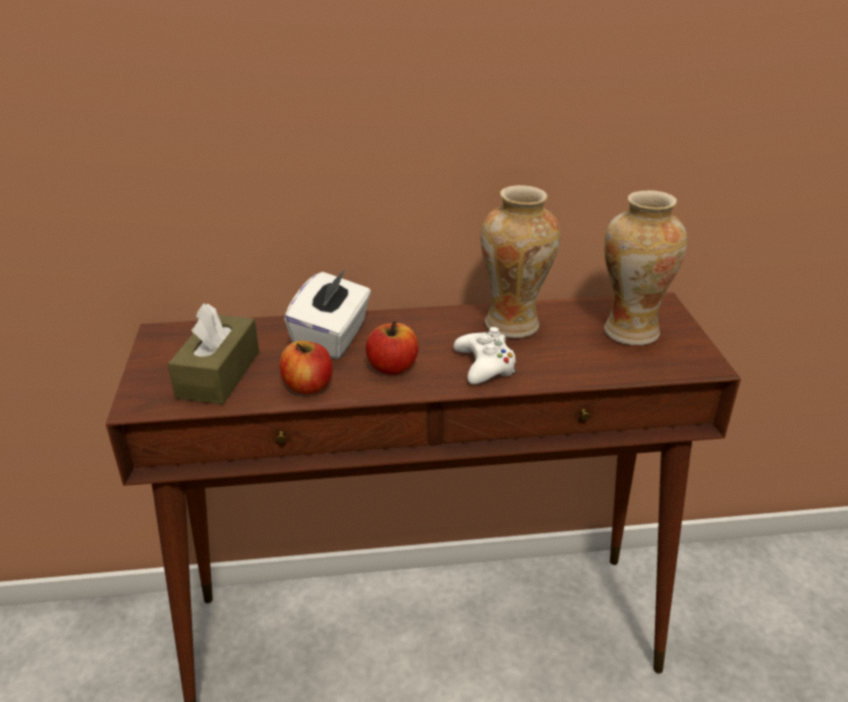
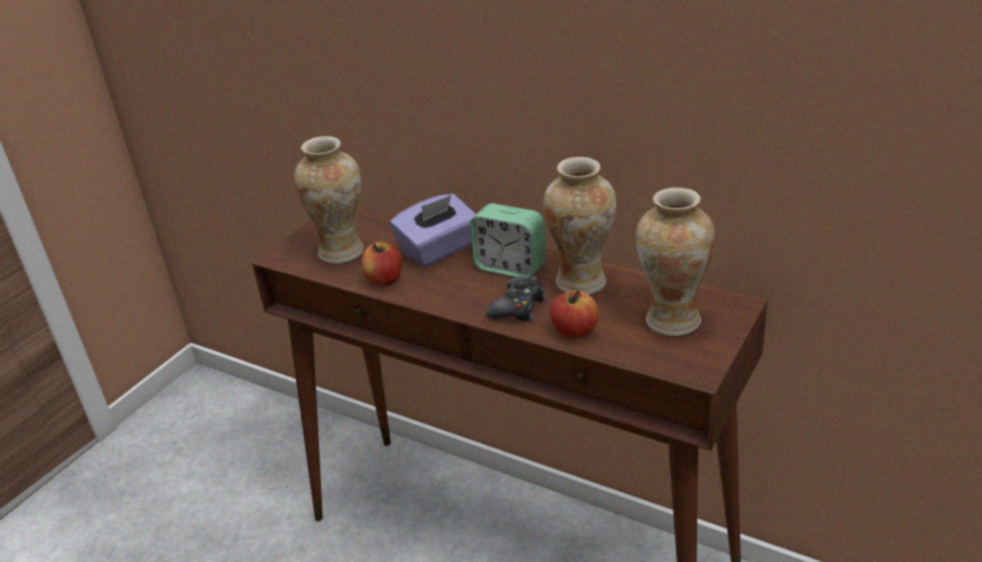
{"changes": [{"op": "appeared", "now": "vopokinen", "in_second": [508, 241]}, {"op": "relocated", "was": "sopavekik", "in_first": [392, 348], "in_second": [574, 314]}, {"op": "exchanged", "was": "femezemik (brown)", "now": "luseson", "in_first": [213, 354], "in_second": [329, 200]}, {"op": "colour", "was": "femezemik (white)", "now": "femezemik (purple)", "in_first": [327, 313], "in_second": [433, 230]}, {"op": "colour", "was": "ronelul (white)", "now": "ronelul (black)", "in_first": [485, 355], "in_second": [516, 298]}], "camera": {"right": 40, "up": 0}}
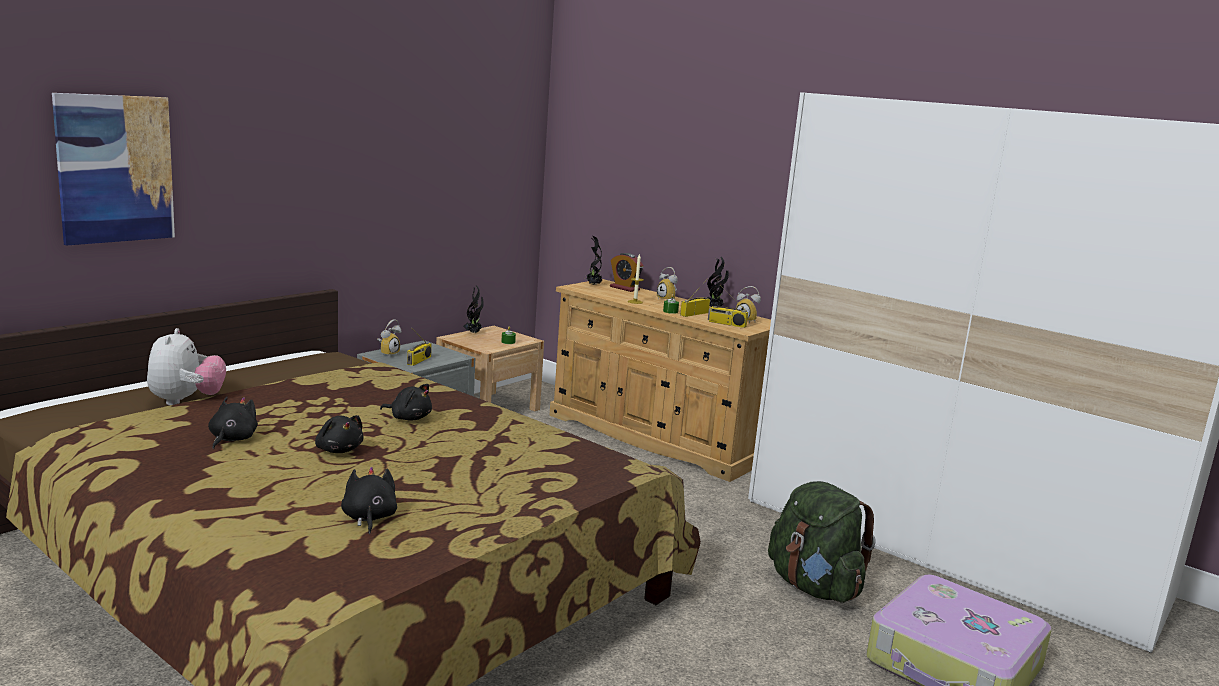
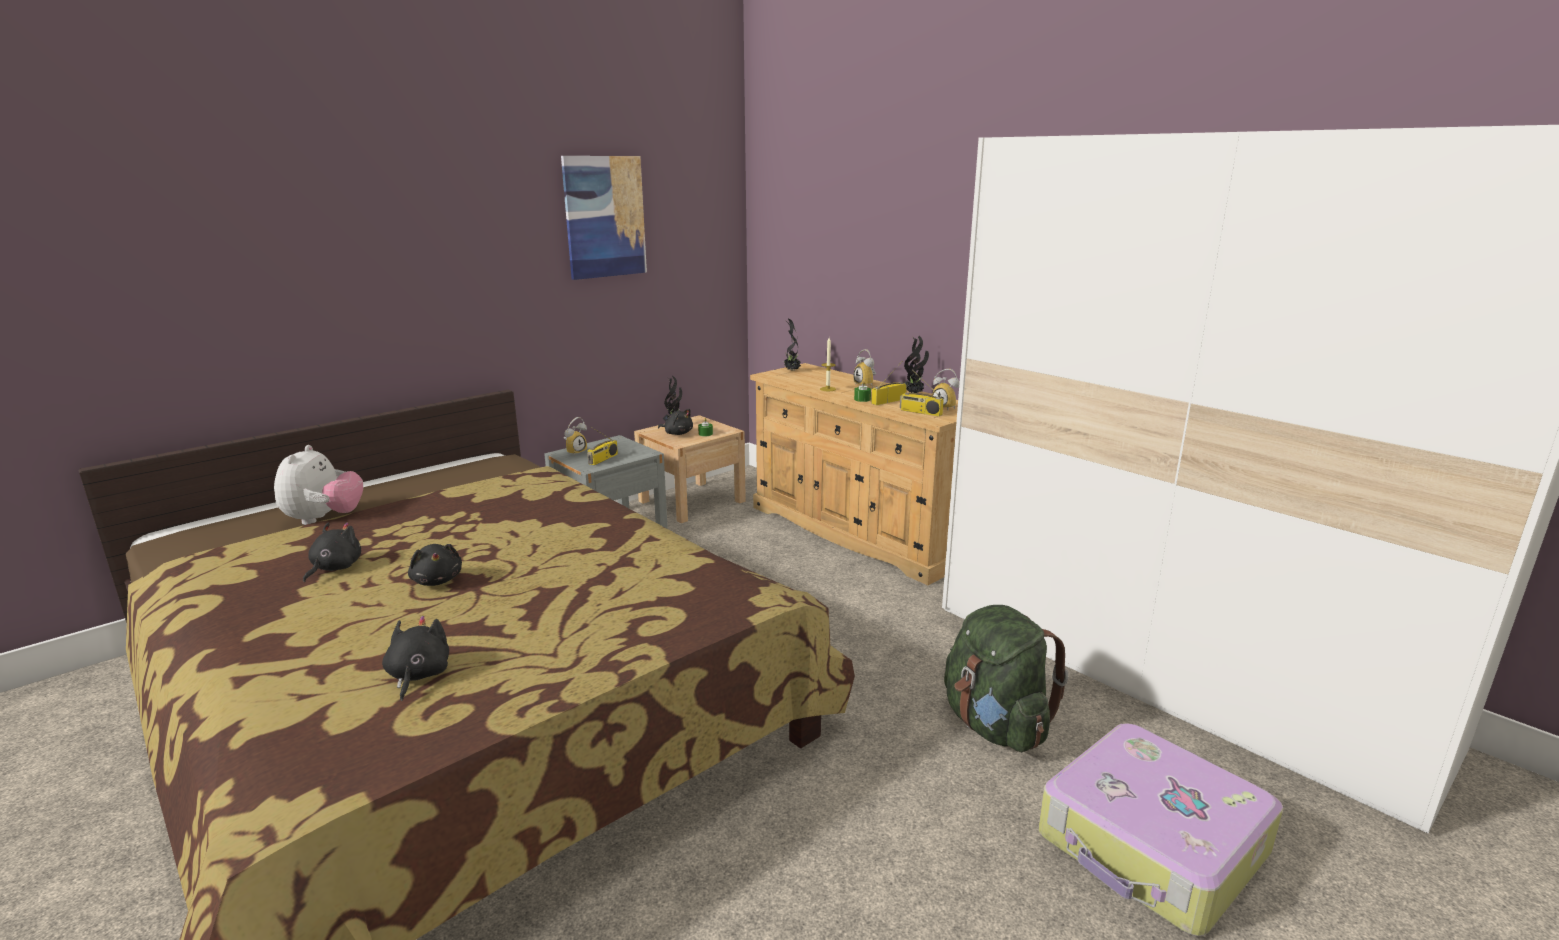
{"changes": [{"op": "missing", "was": "vopokinen", "in_first": [627, 272]}, {"op": "relocated", "was": "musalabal", "in_first": [113, 169], "in_second": [604, 218]}, {"op": "relocated", "was": "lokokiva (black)", "in_first": [406, 402], "in_second": [675, 422]}], "camera": {"right": 10, "up": 5}}
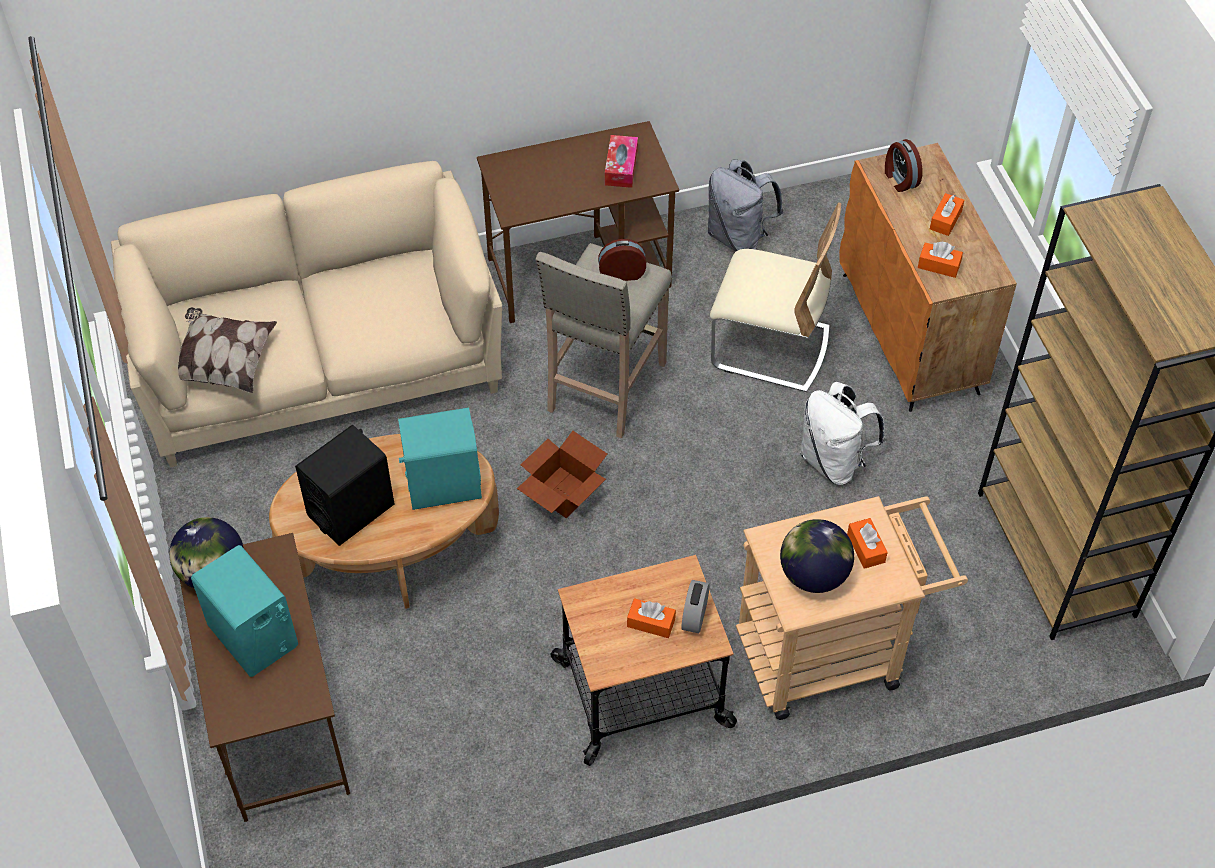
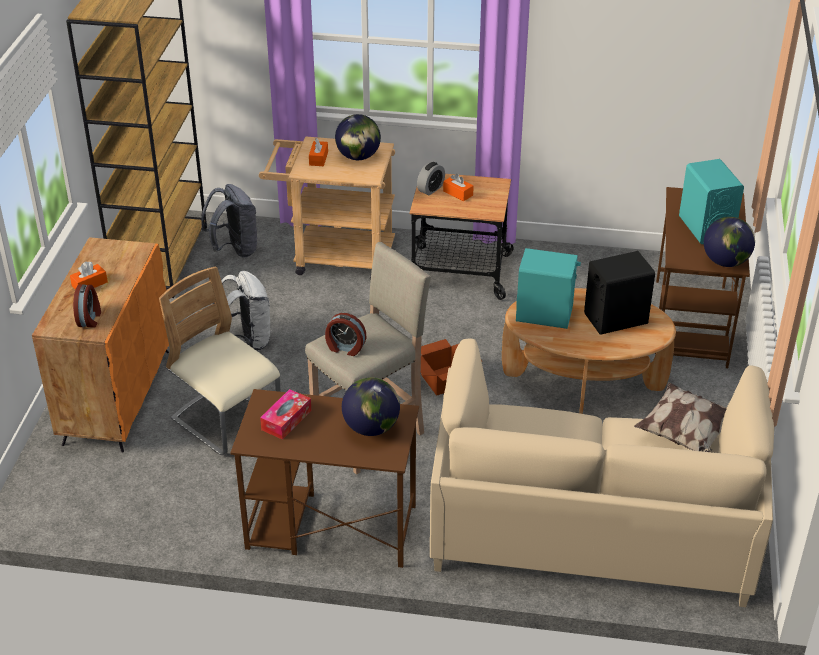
{"changes": [{"op": "missing", "was": "femezemik (orange)", "in_first": [940, 260]}, {"op": "appeared", "now": "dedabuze", "in_second": [371, 406]}, {"op": "relocated", "was": "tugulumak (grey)", "in_first": [745, 205], "in_second": [229, 221]}], "camera": {"right": -155, "up": -15}}
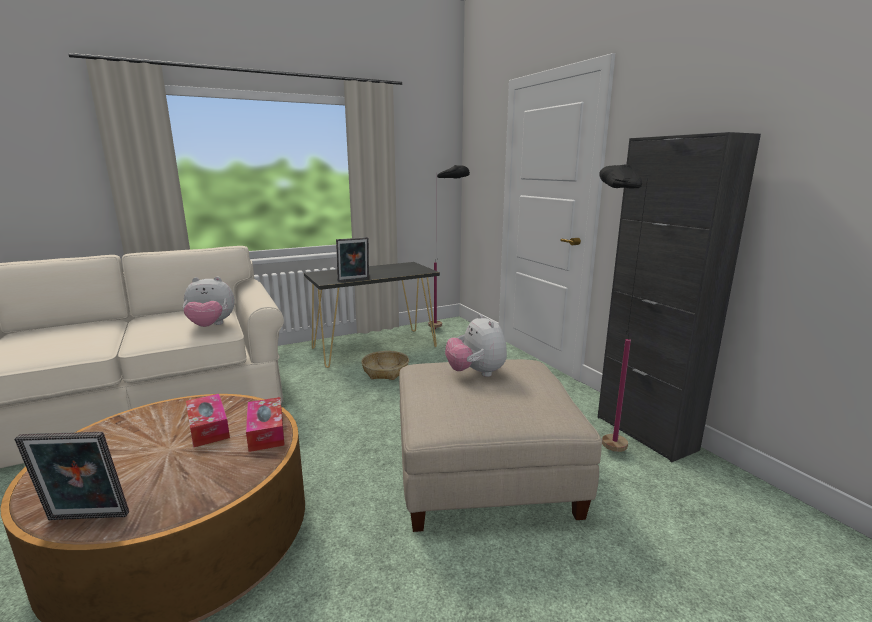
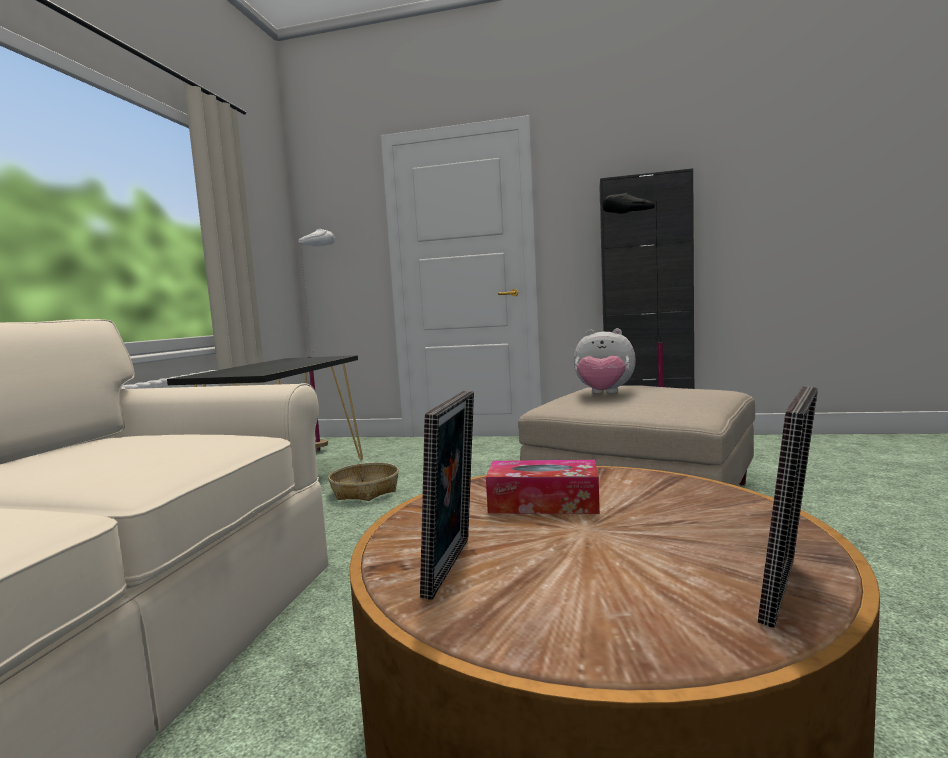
{"changes": [{"op": "missing", "was": "lokokiva", "in_first": [209, 301]}, {"op": "missing", "was": "femezemik", "in_first": [265, 424]}, {"op": "relocated", "was": "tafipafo", "in_first": [352, 259], "in_second": [447, 495]}, {"op": "colour", "was": "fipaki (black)", "now": "fipaki (white)", "in_first": [449, 247], "in_second": [316, 339]}], "camera": {"right": -50, "up": -10}}
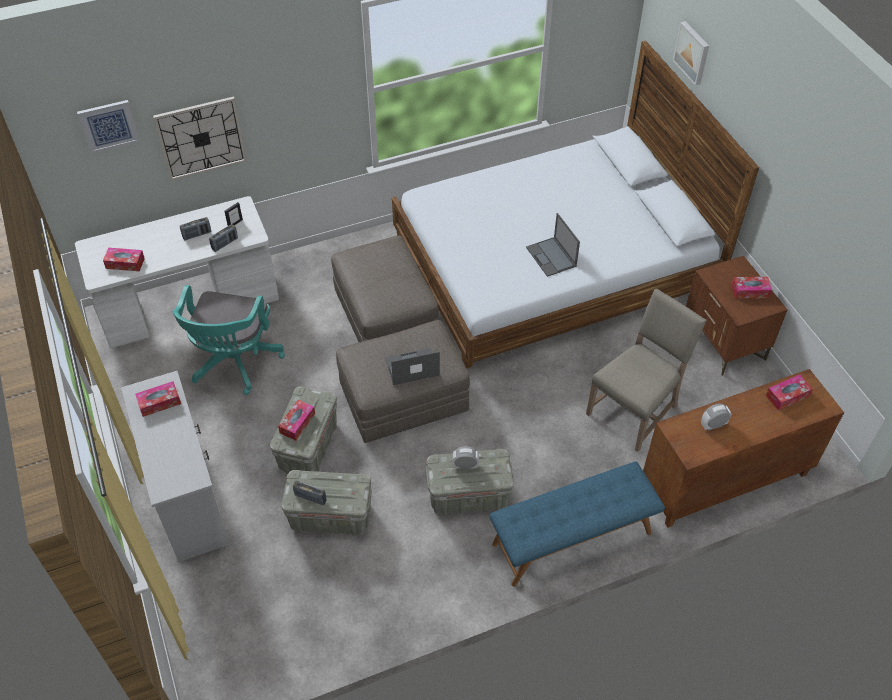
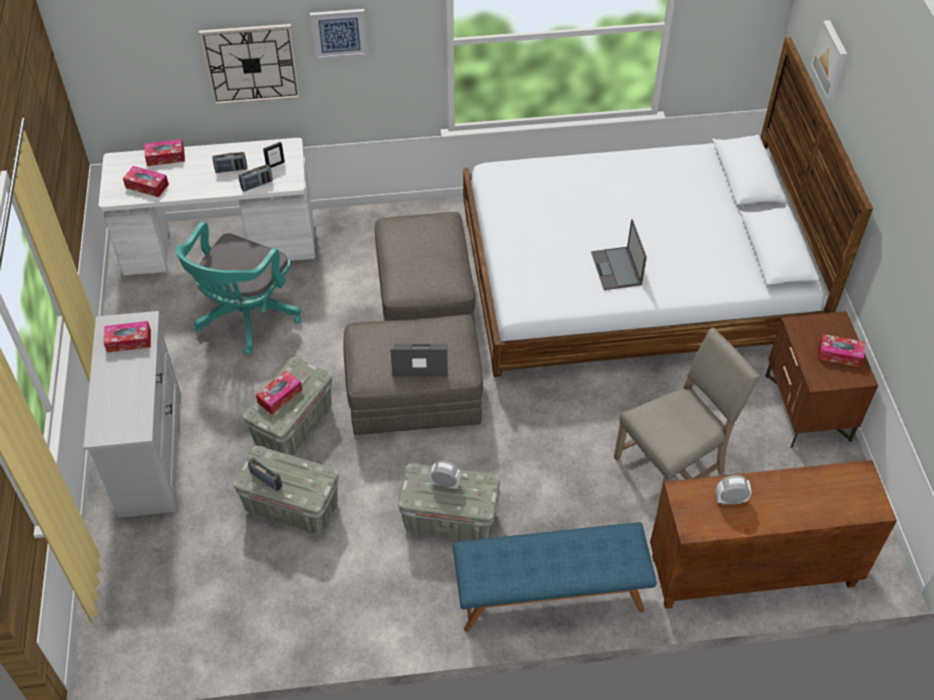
{"changes": [{"op": "relocated", "was": "musalabal", "in_first": [108, 127], "in_second": [339, 34]}, {"op": "relocated", "was": "femezemik", "in_first": [789, 392], "in_second": [164, 152]}], "camera": {"right": 15, "up": 0}}
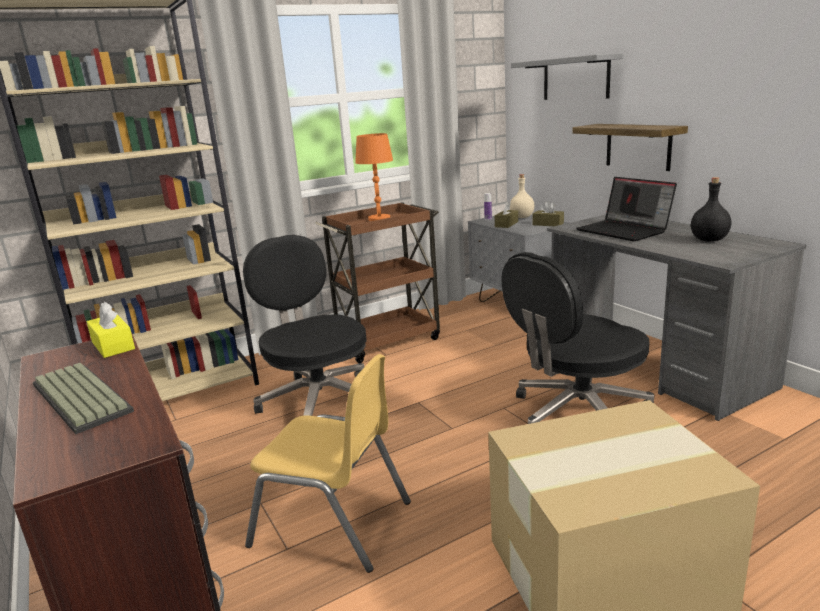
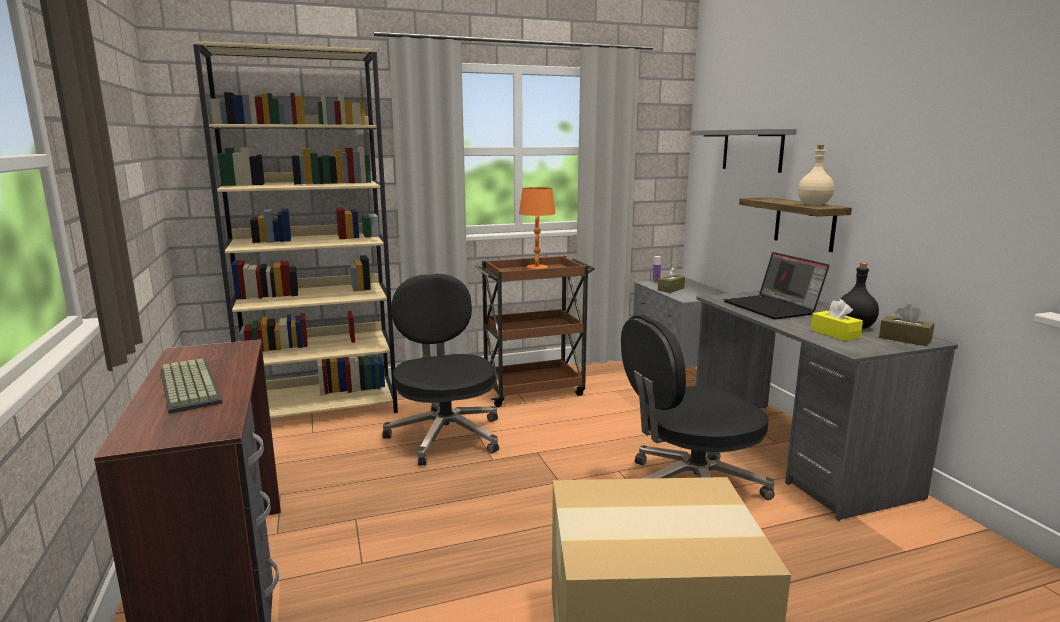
{"changes": [{"op": "missing", "was": "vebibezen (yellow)", "in_first": [328, 463]}, {"op": "relocated", "was": "femezemik (yellow)", "in_first": [111, 330], "in_second": [837, 320]}, {"op": "relocated", "was": "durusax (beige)", "in_first": [522, 196], "in_second": [816, 175]}, {"op": "relocated", "was": "femezemik (brown)", "in_first": [548, 213], "in_second": [906, 325]}], "camera": {"right": 10, "up": -5}}
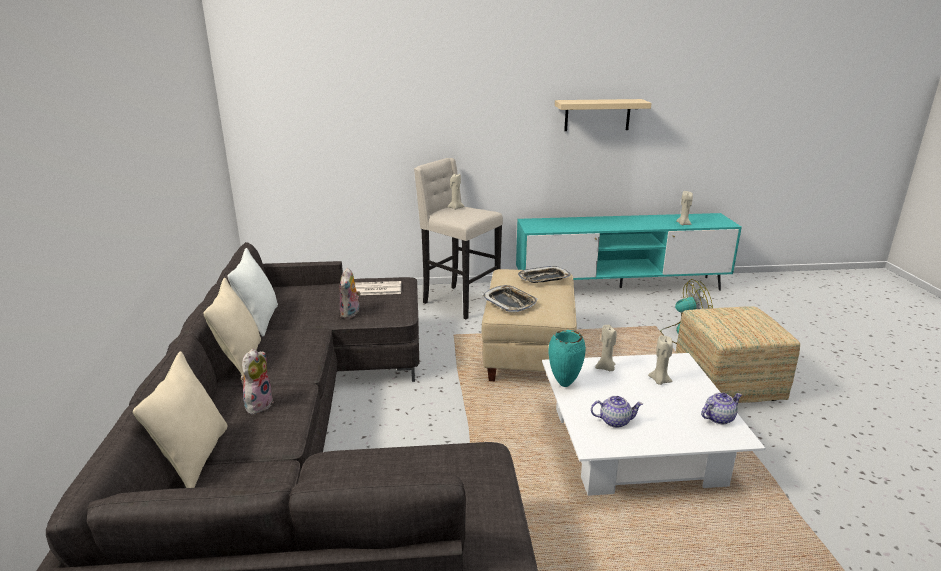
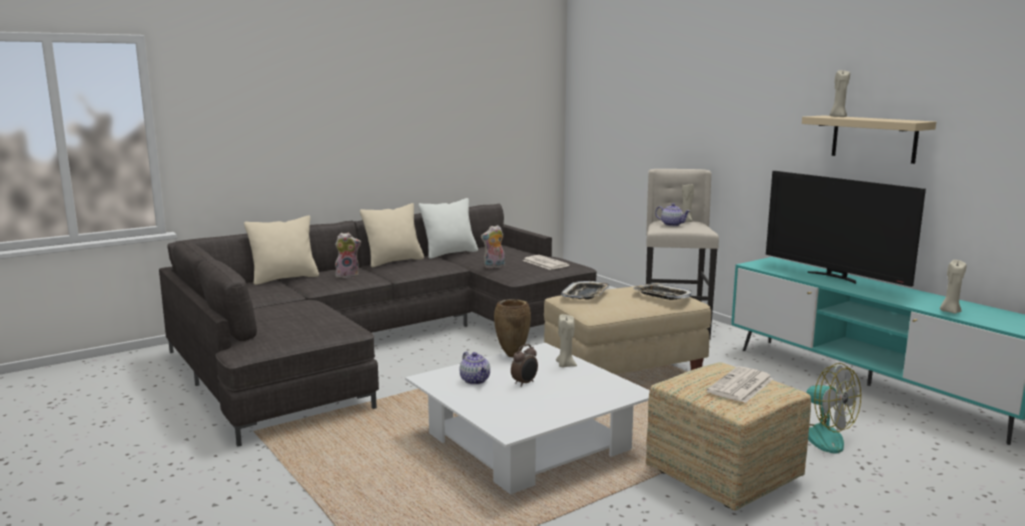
{"changes": [{"op": "appeared", "now": "vopokinen", "in_second": [524, 365]}, {"op": "appeared", "now": "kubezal", "in_second": [740, 384]}, {"op": "appeared", "now": "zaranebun", "in_second": [846, 229]}, {"op": "relocated", "was": "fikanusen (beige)", "in_first": [660, 360], "in_second": [840, 93]}, {"op": "relocated", "was": "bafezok", "in_first": [721, 408], "in_second": [672, 214]}, {"op": "colour", "was": "luseson (turquoise)", "now": "luseson (brown)", "in_first": [567, 358], "in_second": [512, 328]}], "camera": {"right": 60, "up": -10}}
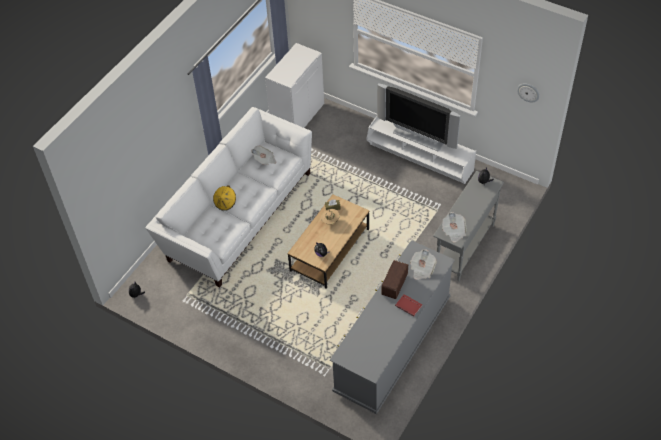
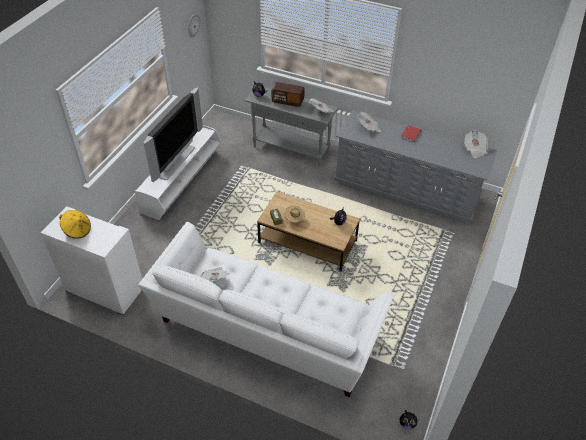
{"changes": [{"op": "appeared", "now": "kubezal", "in_second": [476, 144]}, {"op": "relocated", "was": "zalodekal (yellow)", "in_first": [224, 198], "in_second": [75, 224]}, {"op": "relocated", "was": "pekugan", "in_first": [394, 279], "in_second": [288, 94]}], "camera": {"right": -100, "up": -5}}
